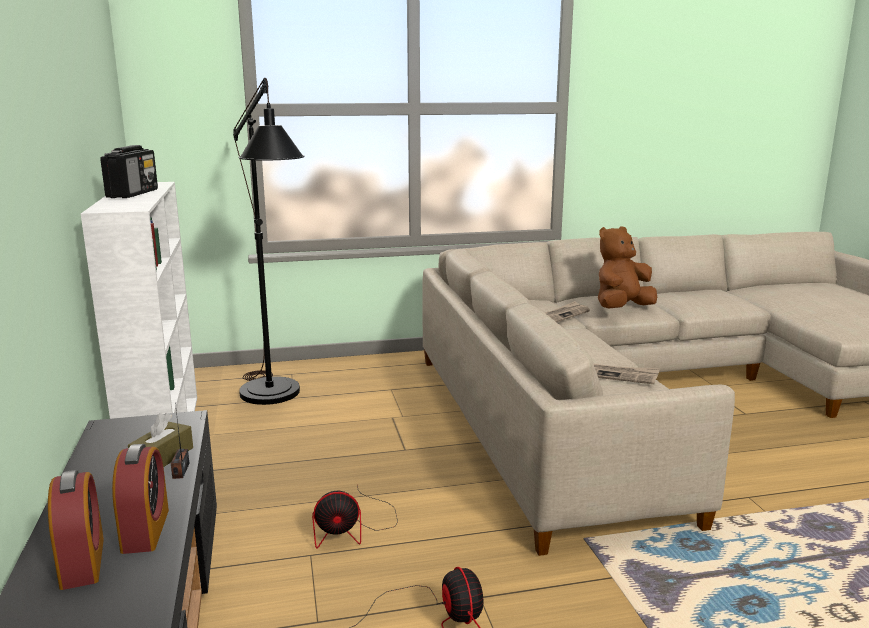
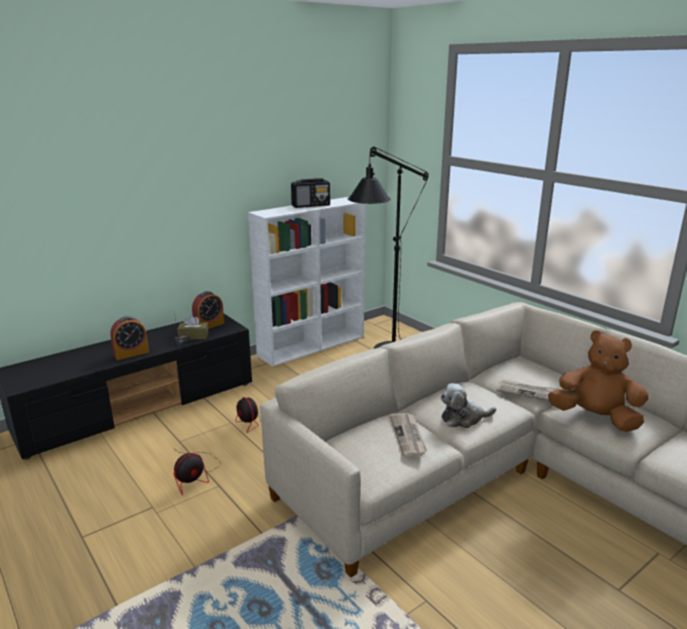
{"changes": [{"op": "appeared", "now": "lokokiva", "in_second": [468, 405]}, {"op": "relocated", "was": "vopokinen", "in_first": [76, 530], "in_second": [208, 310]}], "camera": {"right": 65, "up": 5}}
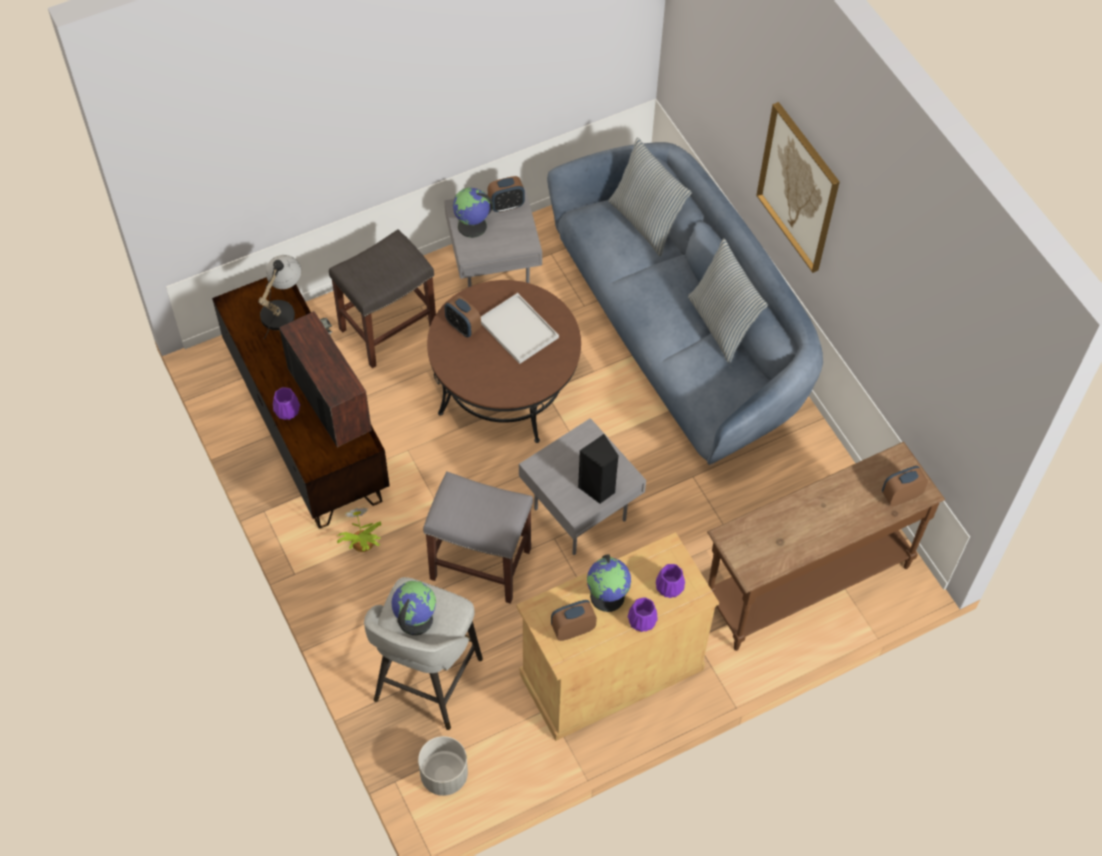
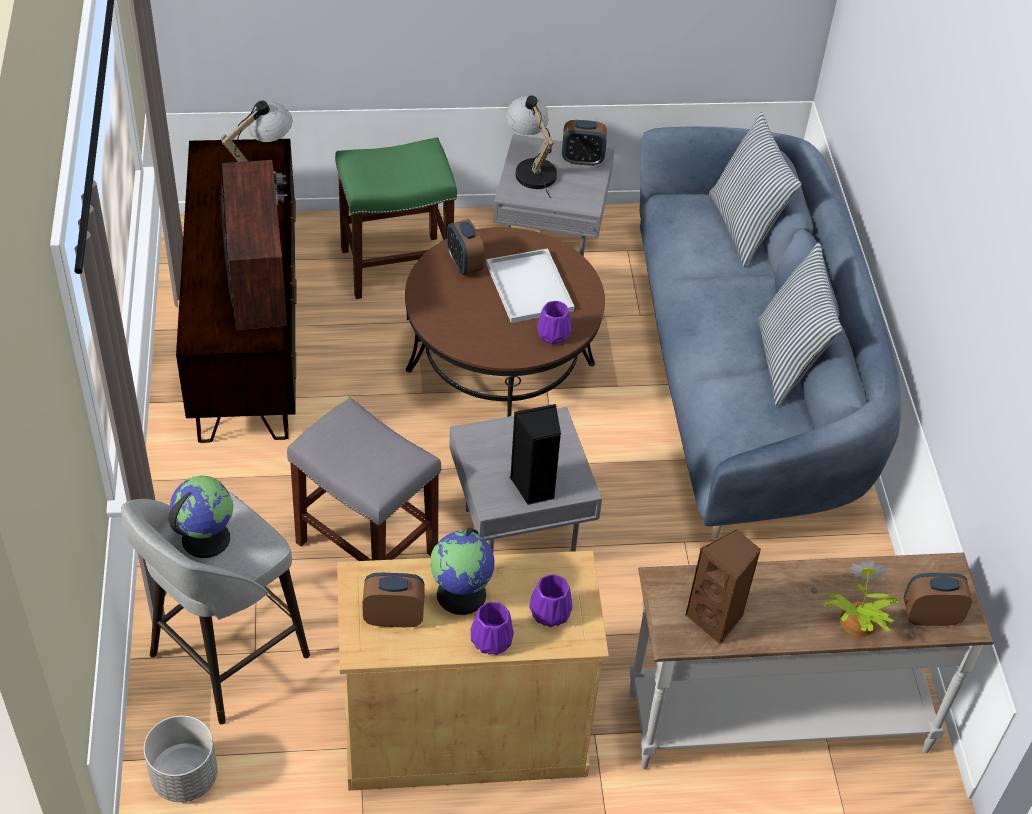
{"changes": [{"op": "missing", "was": "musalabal", "in_first": [798, 187]}, {"op": "appeared", "now": "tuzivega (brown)", "in_second": [723, 587]}, {"op": "relocated", "was": "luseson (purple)", "in_first": [286, 403], "in_second": [554, 322]}, {"op": "relocated", "was": "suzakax", "in_first": [359, 530], "in_second": [861, 599]}, {"op": "exchanged", "was": "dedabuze", "now": "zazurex", "in_first": [473, 212], "in_second": [531, 146]}, {"op": "colour", "was": "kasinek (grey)", "now": "kasinek (green)", "in_first": [382, 298], "in_second": [396, 218]}, {"op": "colour", "was": "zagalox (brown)", "now": "zagalox (white)", "in_first": [826, 546], "in_second": [812, 661]}], "camera": {"right": 20, "up": -10}}
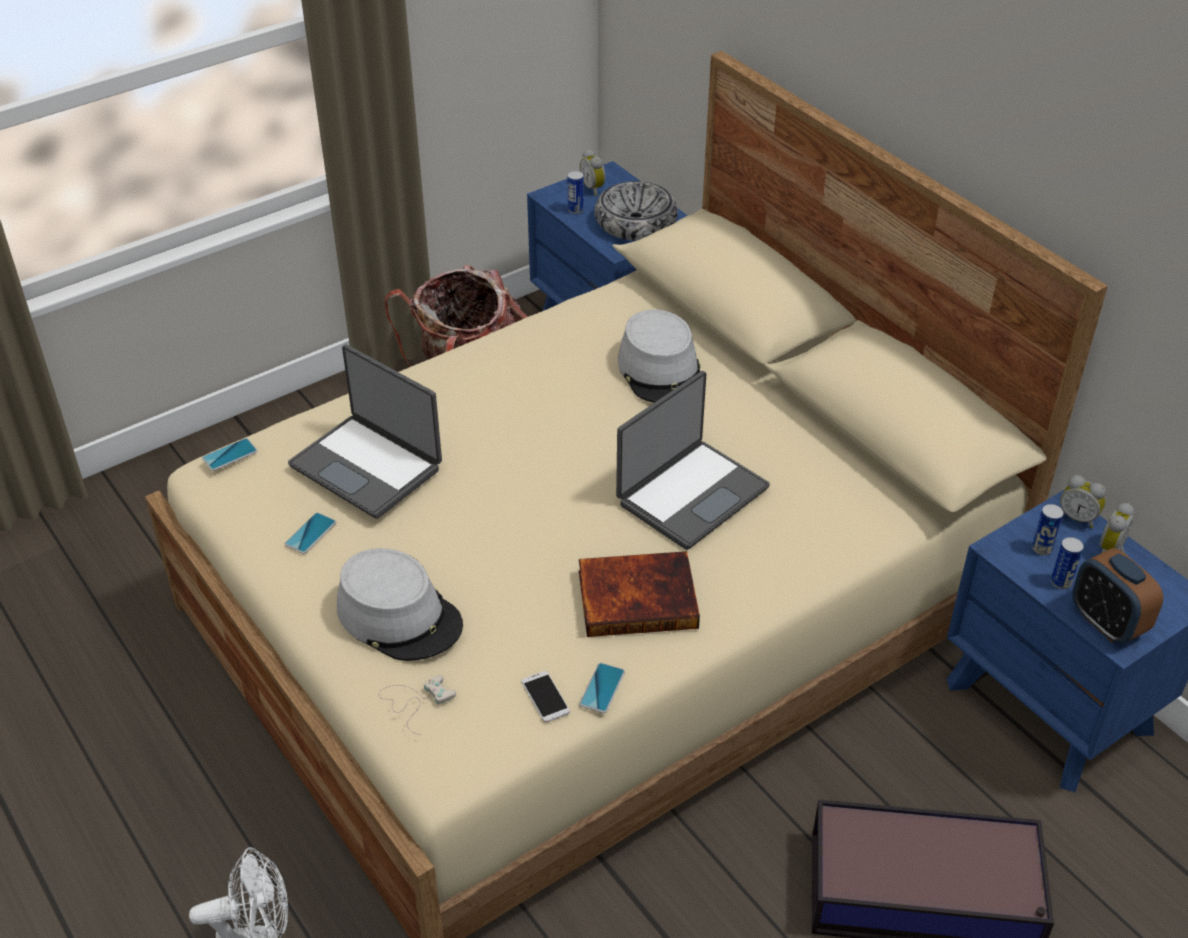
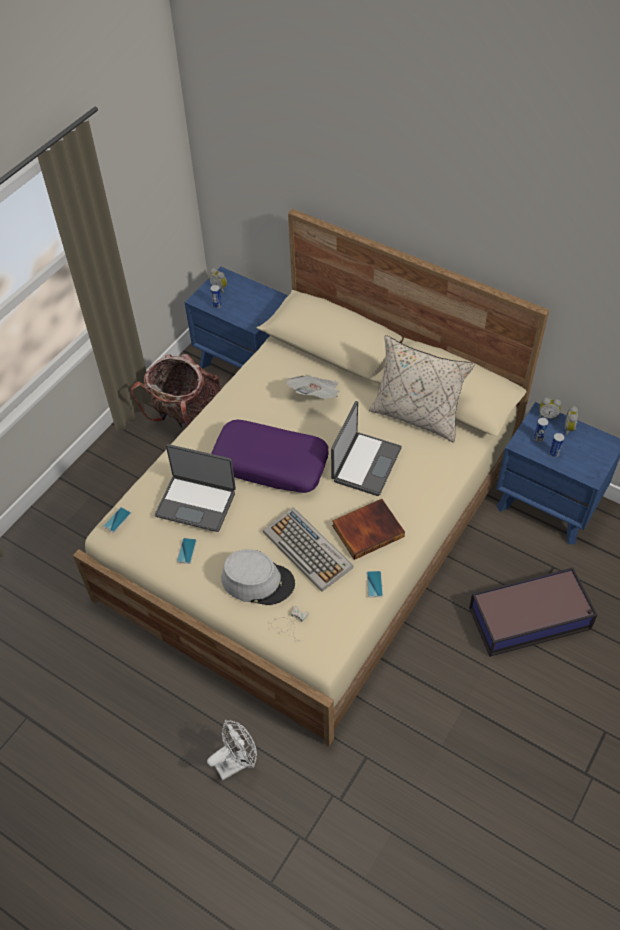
{"changes": [{"op": "missing", "was": "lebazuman", "in_first": [546, 697]}, {"op": "missing", "was": "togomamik", "in_first": [636, 210]}, {"op": "missing", "was": "vopokinen", "in_first": [1117, 596]}, {"op": "appeared", "now": "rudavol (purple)", "in_second": [270, 456]}, {"op": "appeared", "now": "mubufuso", "in_second": [308, 549]}, {"op": "appeared", "now": "rudavol (beige)", "in_second": [422, 388]}, {"op": "exchanged", "was": "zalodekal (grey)", "now": "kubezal", "in_first": [659, 356], "in_second": [312, 387]}], "camera": {"right": -20, "up": 10}}
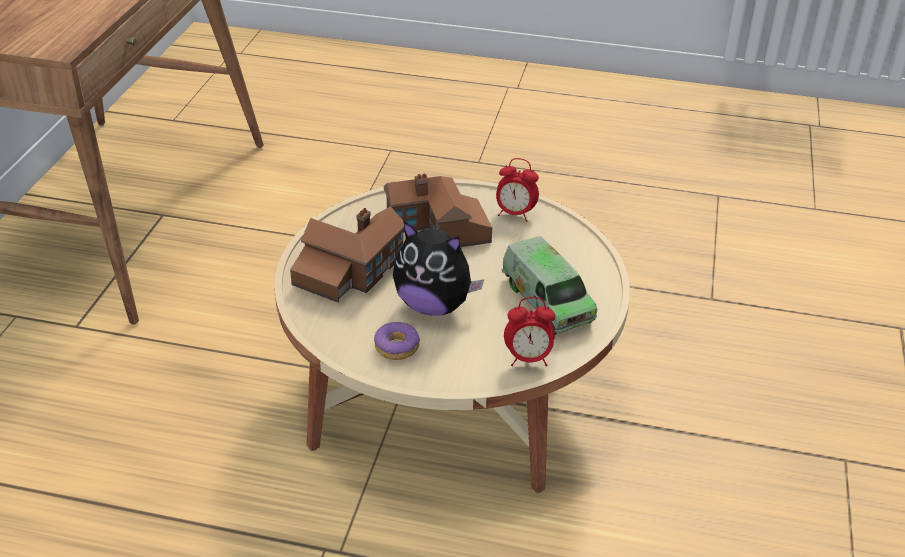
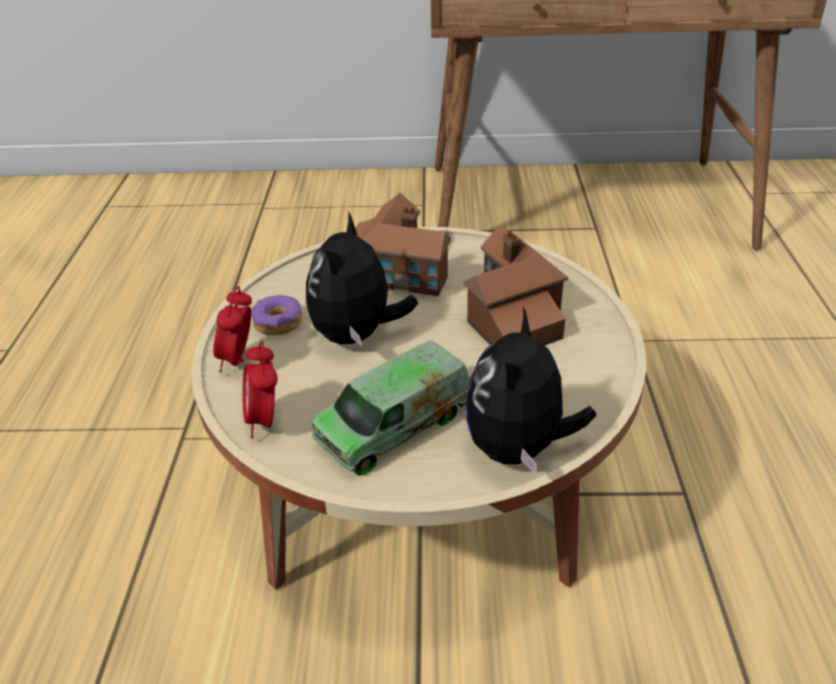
{"changes": [{"op": "appeared", "now": "lokokiva", "in_second": [530, 391]}, {"op": "relocated", "was": "vopokinen", "in_first": [517, 190], "in_second": [232, 329]}], "camera": {"right": 80, "up": 0}}
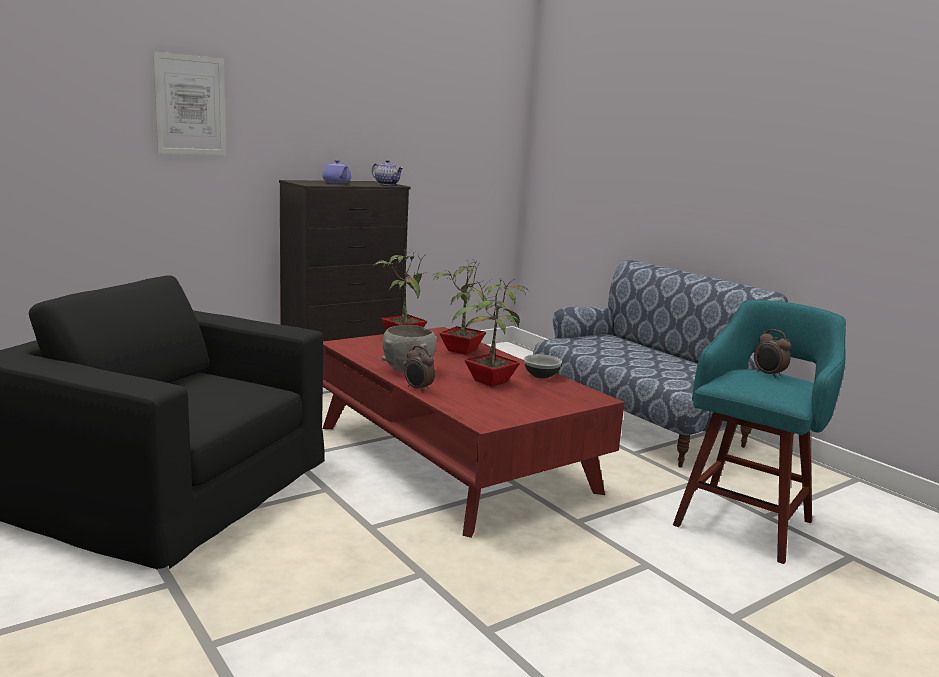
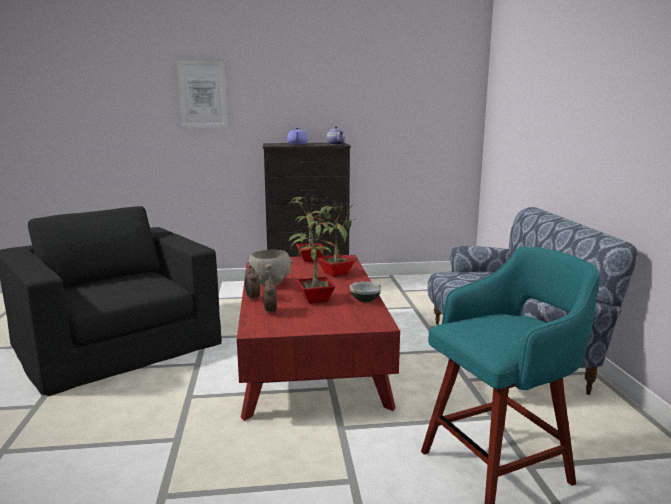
{"changes": [{"op": "relocated", "was": "vopokinen", "in_first": [772, 353], "in_second": [270, 295]}], "camera": {"right": 30, "up": 0}}
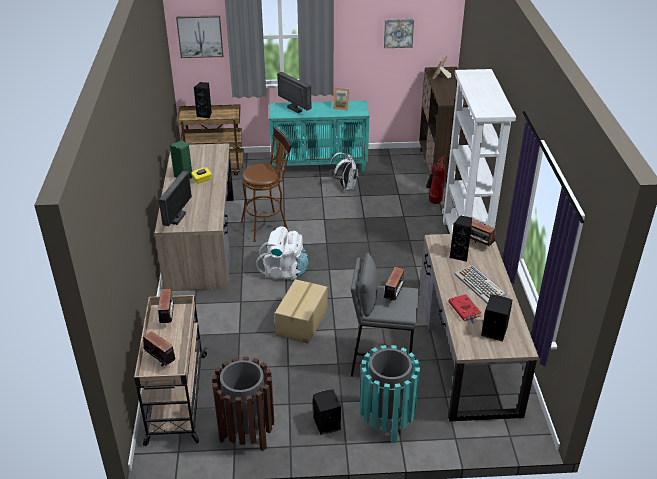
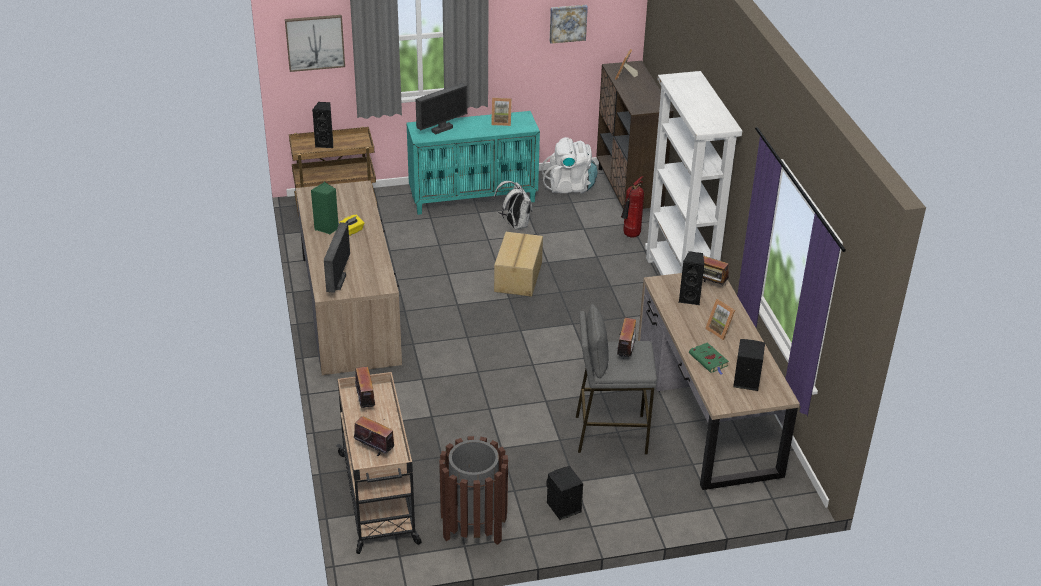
{"changes": [{"op": "missing", "was": "kasinek (brown)", "in_first": [266, 184]}, {"op": "missing", "was": "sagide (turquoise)", "in_first": [390, 394]}, {"op": "relocated", "was": "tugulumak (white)", "in_first": [282, 253], "in_second": [569, 165]}, {"op": "relocated", "was": "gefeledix", "in_first": [301, 311], "in_second": [518, 264]}, {"op": "exchanged", "was": "mubufuso", "now": "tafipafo", "in_first": [480, 284], "in_second": [720, 319]}, {"op": "colour", "was": "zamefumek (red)", "now": "zamefumek (green)", "in_first": [464, 309], "in_second": [709, 359]}, {"op": "spun", "was": "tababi", "in_first": [294, 92], "in_second": [441, 109], "clockwise": 105}], "camera": {"right": -10, "up": 0}}
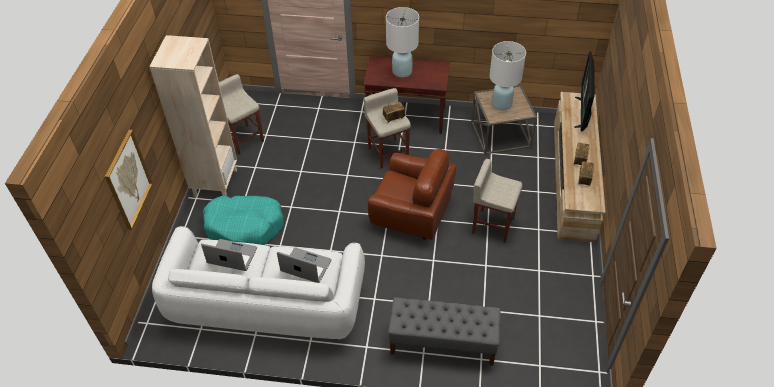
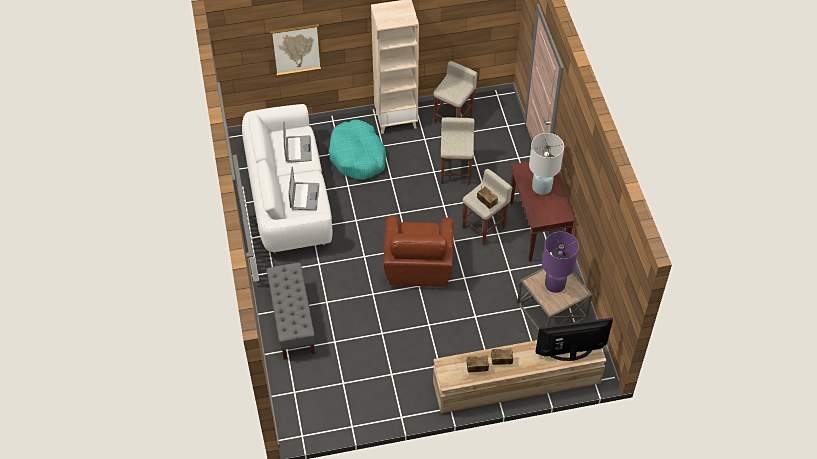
{"changes": [{"op": "relocated", "was": "kasinek (beige)", "in_first": [497, 201], "in_second": [457, 150]}, {"op": "colour", "was": "zazurex (white)", "now": "zazurex (purple)", "in_first": [507, 75], "in_second": [560, 262]}], "camera": {"right": 70, "up": 5}}
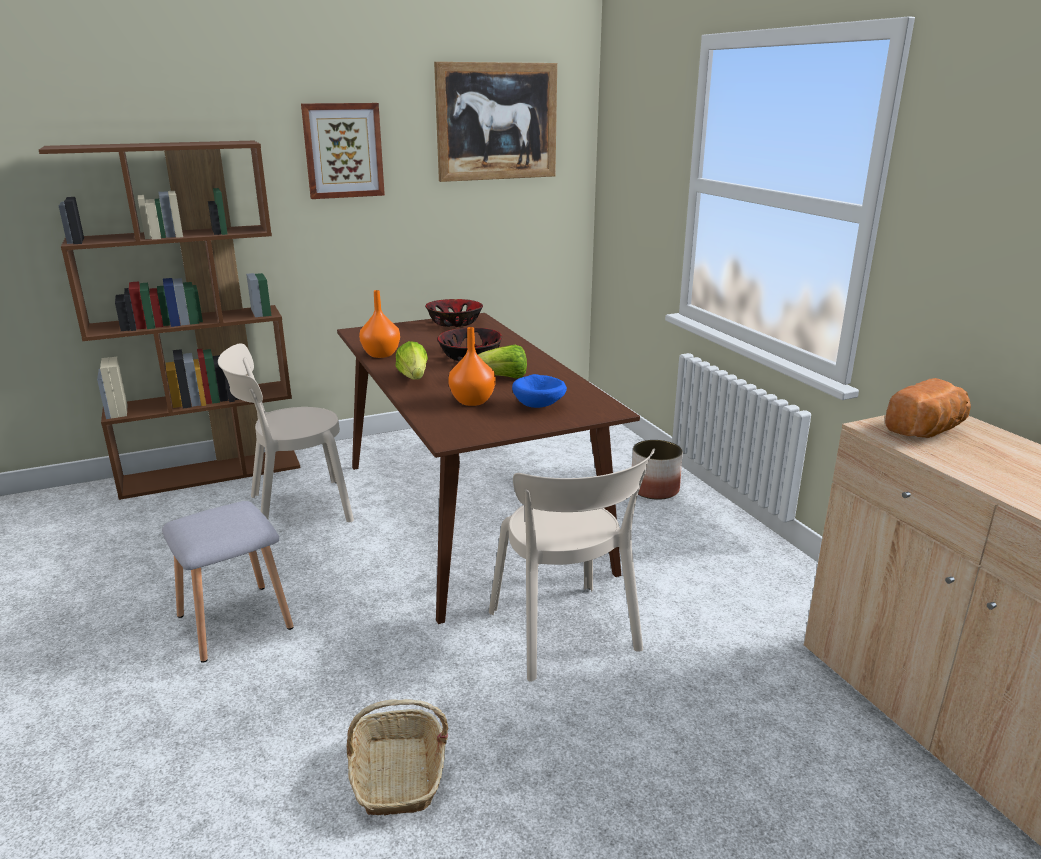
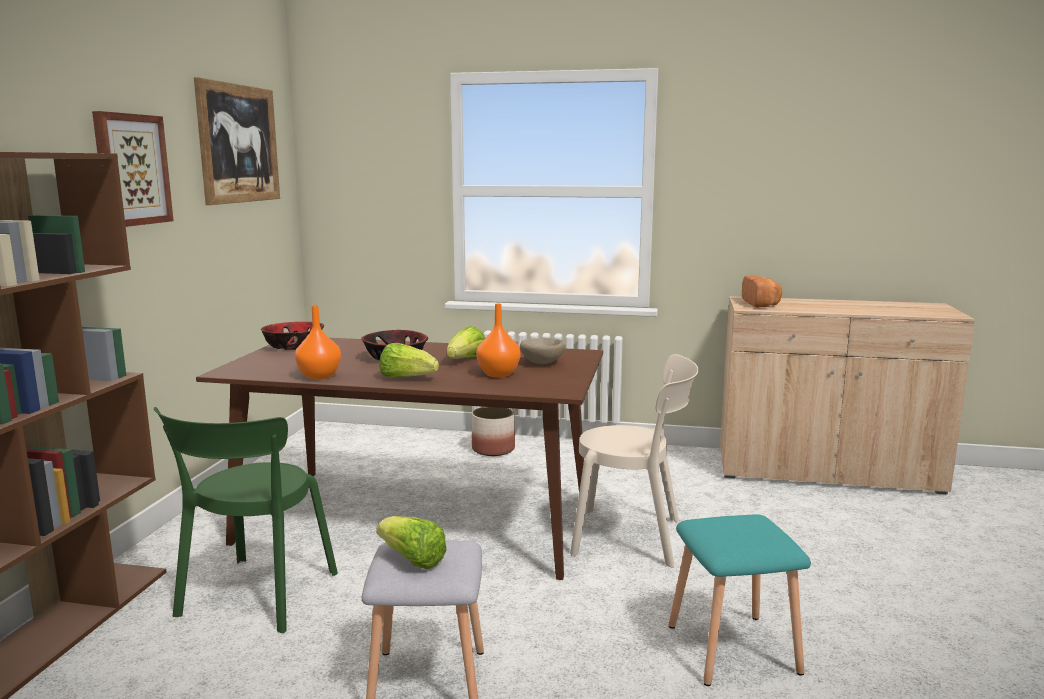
{"changes": [{"op": "appeared", "now": "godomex", "in_second": [411, 542]}, {"op": "exchanged", "was": "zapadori", "now": "kasinek (turquoise)", "in_first": [397, 757], "in_second": [740, 600]}, {"op": "colour", "was": "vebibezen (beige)", "now": "vebibezen (green)", "in_first": [286, 432], "in_second": [246, 520]}, {"op": "colour", "was": "togomamik (blue)", "now": "togomamik (beige)", "in_first": [539, 391], "in_second": [543, 351]}], "camera": {"right": -55, "up": -10}}
